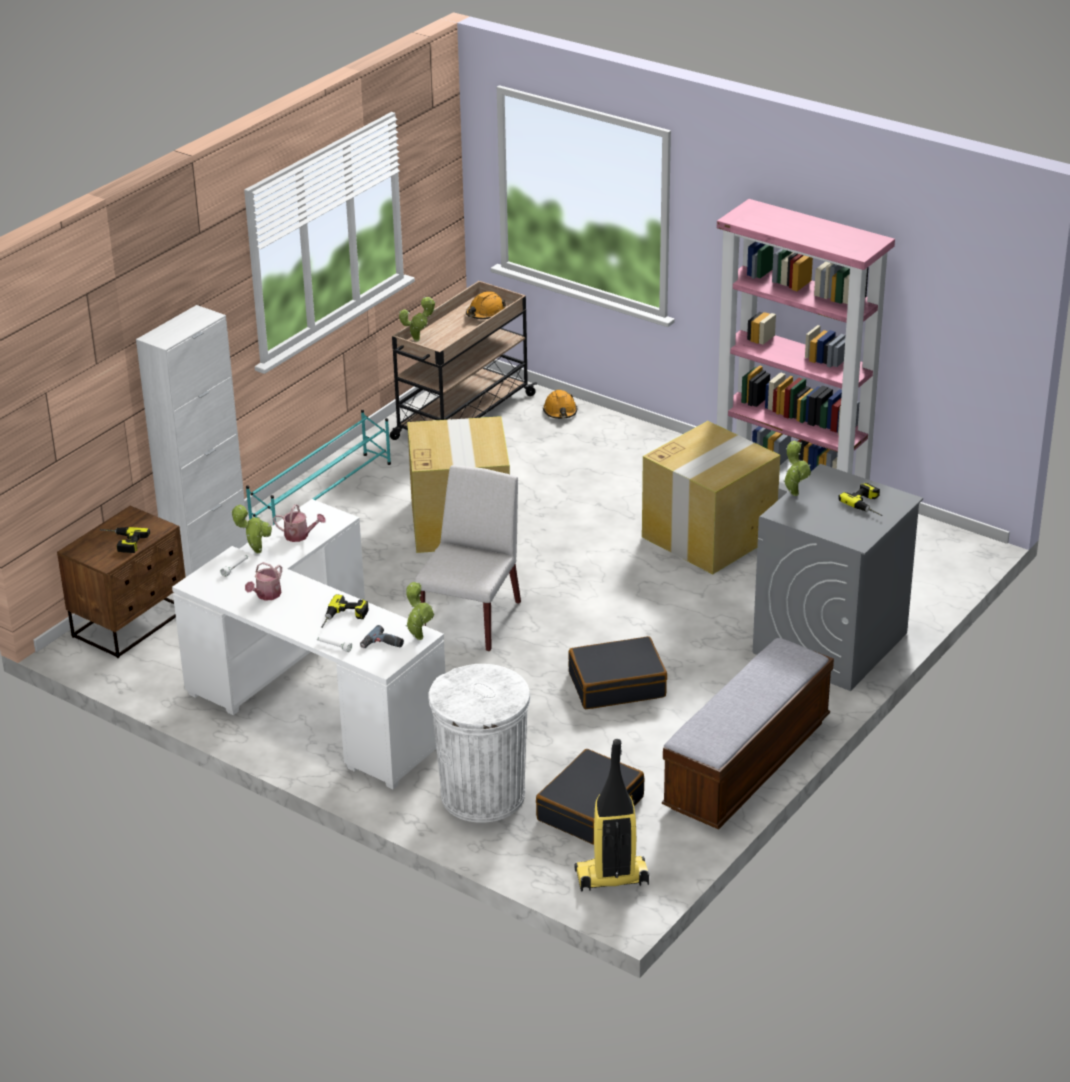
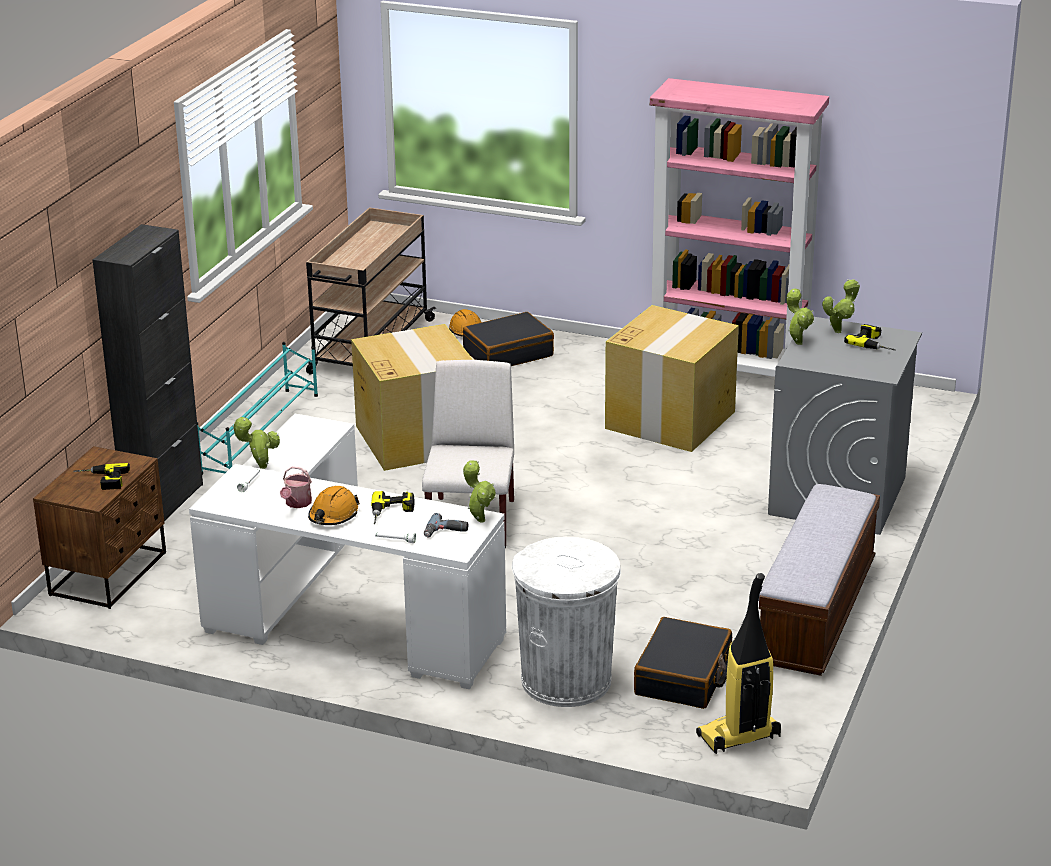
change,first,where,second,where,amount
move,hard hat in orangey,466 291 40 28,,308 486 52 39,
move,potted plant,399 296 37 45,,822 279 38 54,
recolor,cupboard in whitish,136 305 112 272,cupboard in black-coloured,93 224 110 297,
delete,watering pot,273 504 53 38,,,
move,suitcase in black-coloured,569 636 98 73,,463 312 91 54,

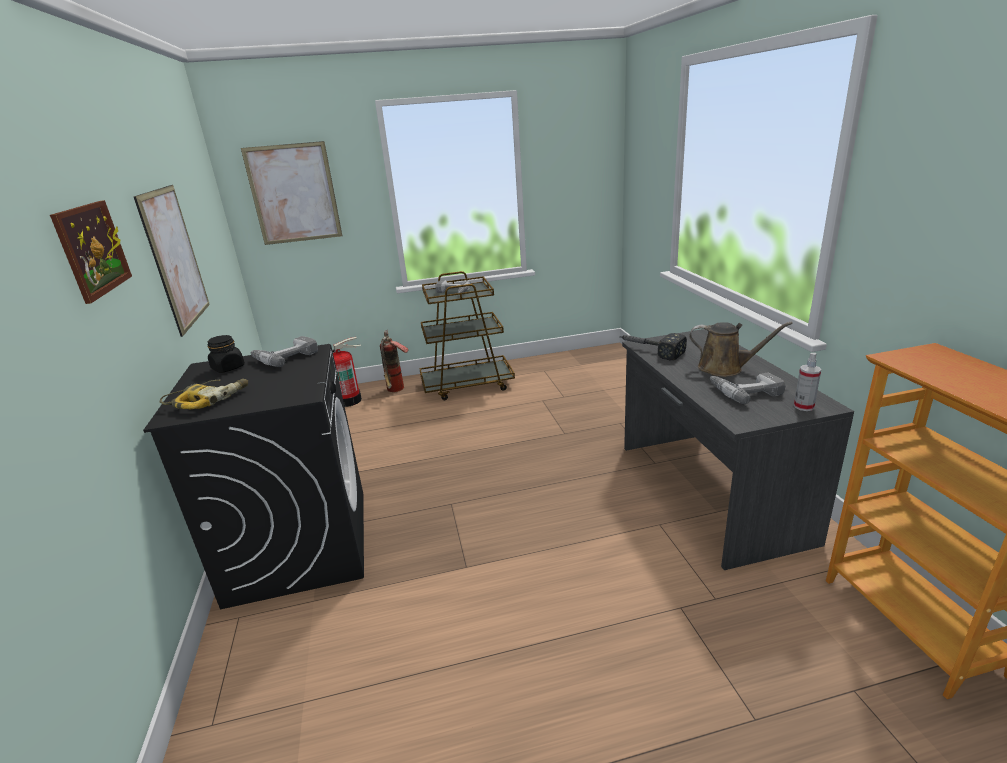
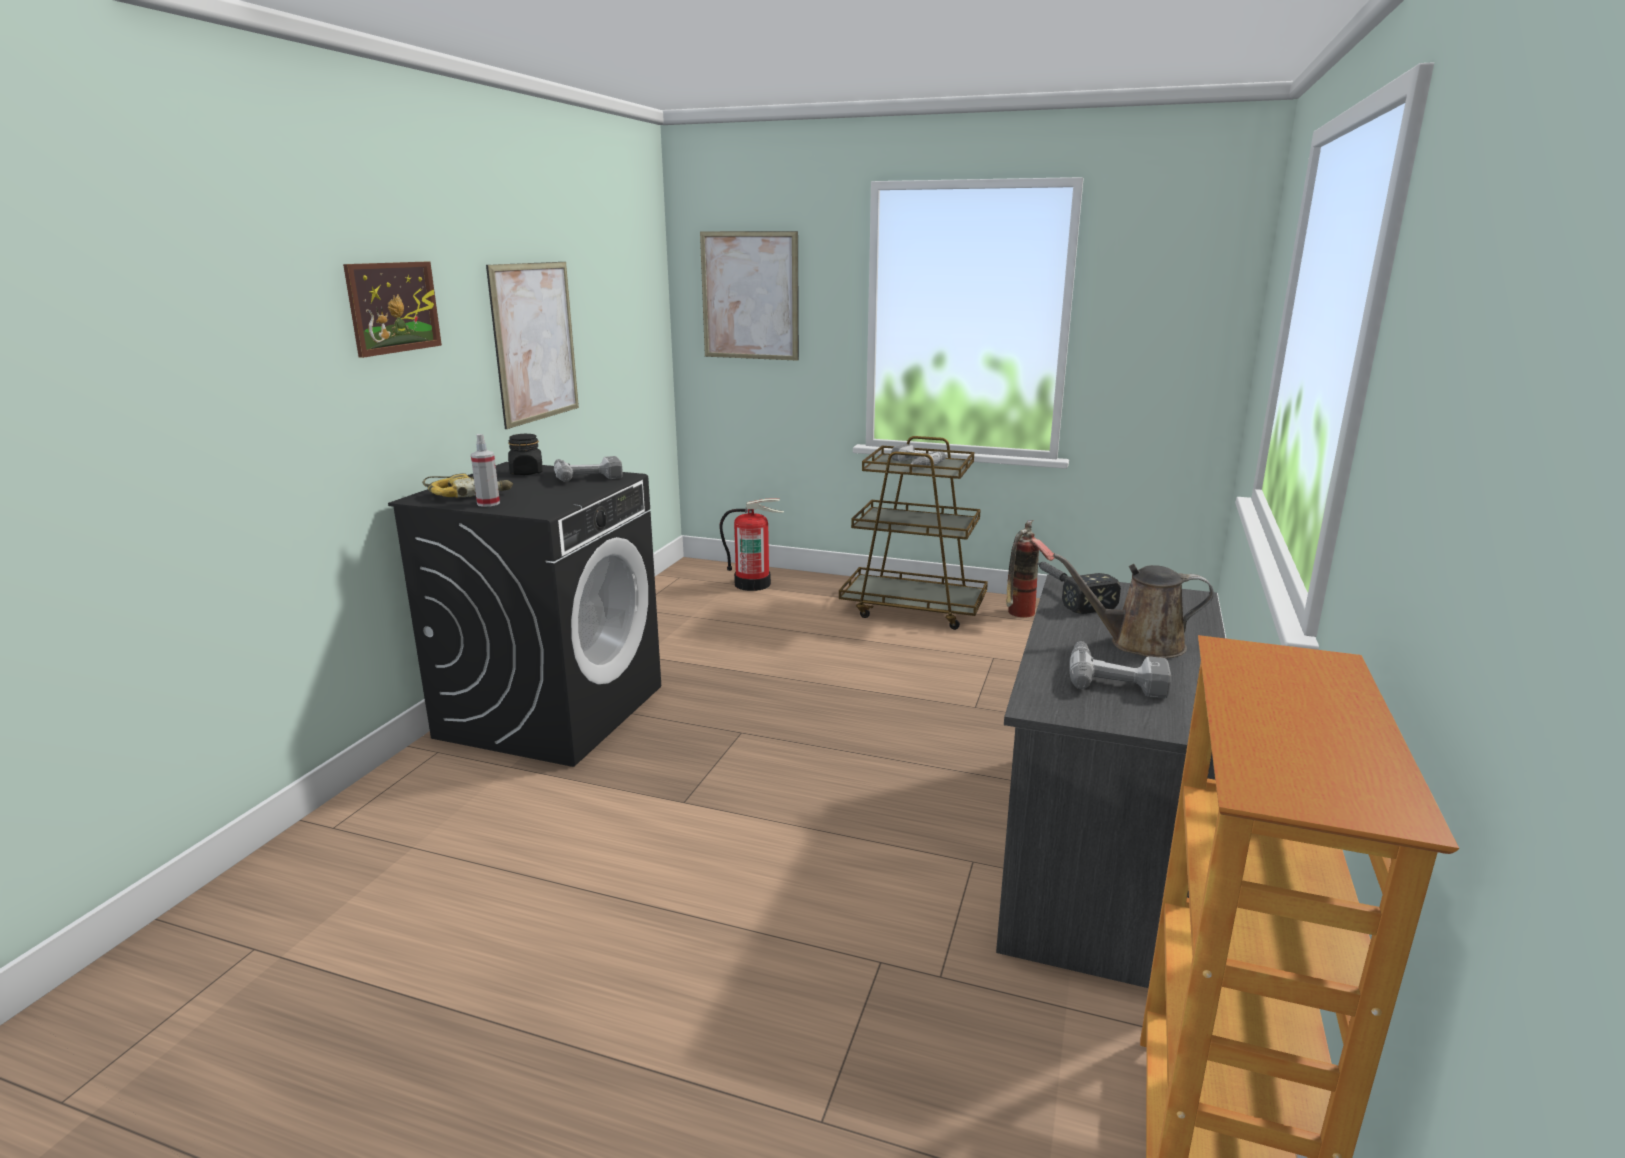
change,first,where,second,where,amount
rotate,watering pot in brownish,689 322 103 55,,1053 553 161 105,135 degrees clockwise
move,extinguisher,380 330 28 62,,1006 520 49 97,
move,sprayer,794 353 27 58,,471 434 29 73,

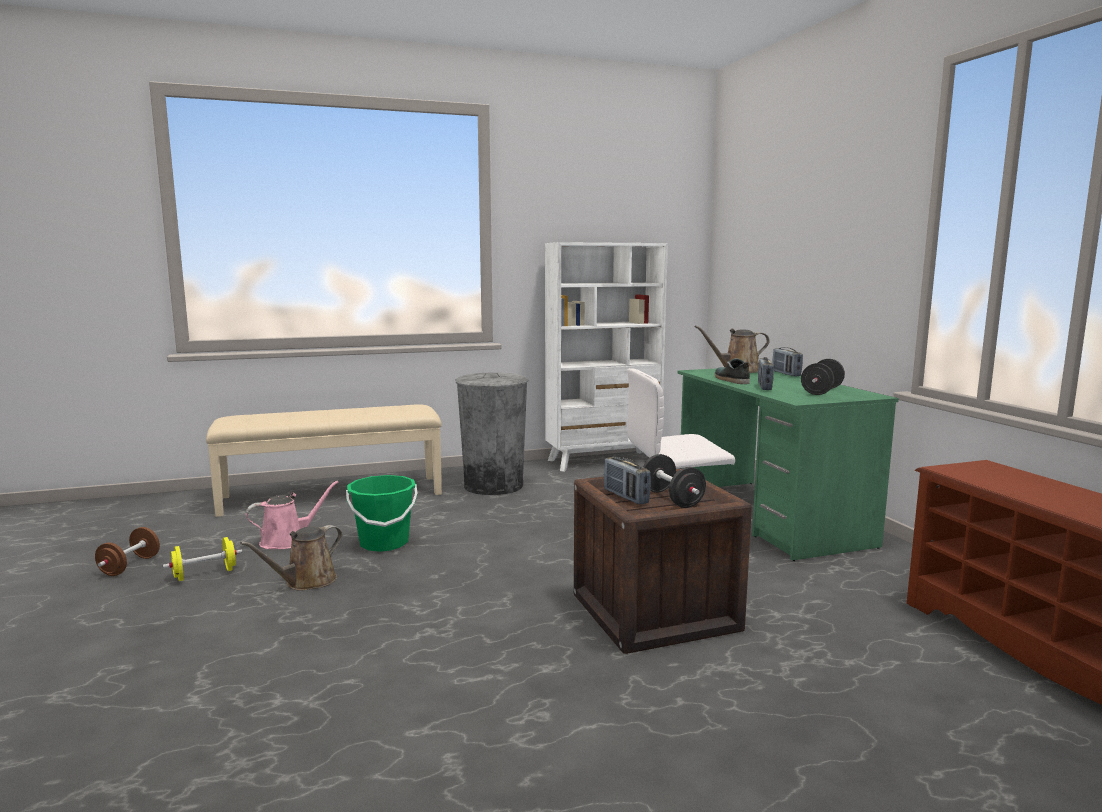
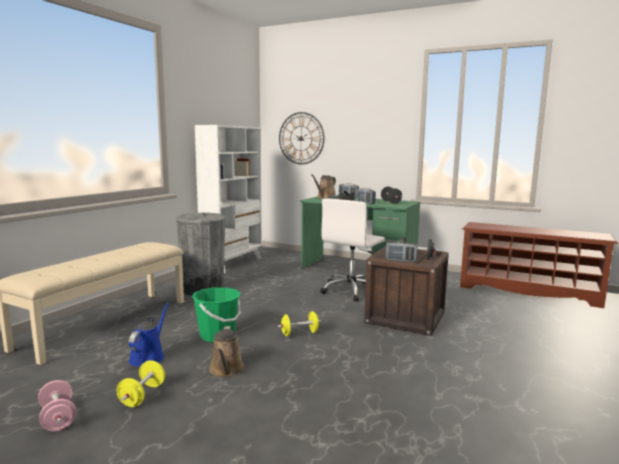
change,first,where,second,where,amount
recolor,watering pot in pink,246 481 93 68,watering pot in bluish,129 302 40 65,
recolor,dumbbell in brownish,95 527 65 49,dumbbell in pink,38 380 38 51,
insert,,,wall clock,279 112 46 52,
insert,,,dumbbell in yellow,278 311 43 26,

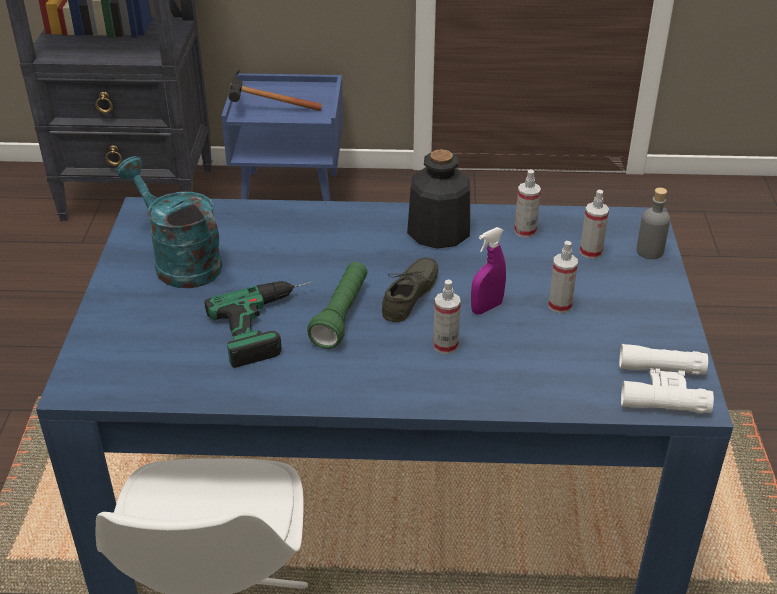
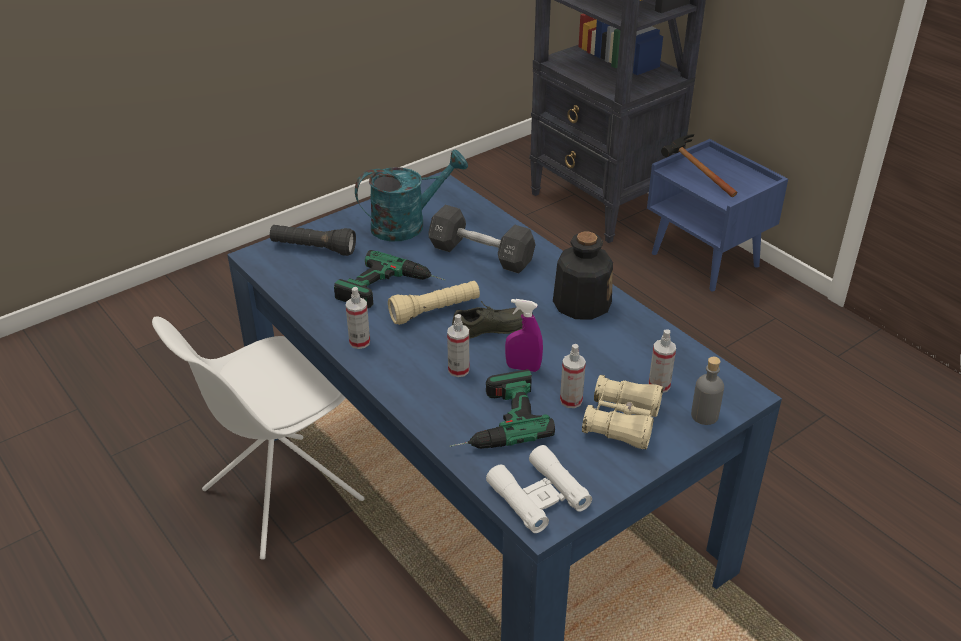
change,first,where,second,where,amount
rotate,watering pot in blue-green,116 156 106 132,,355 150 113 91,60 degrees clockwise
move,sprayer,514 170 27 68,,345 287 25 62,
recolor,torch in greenish,307 262 60 87,torch in sand-coloured,388 281 92 44,
insert,,,dumbbell in black-coloured,428 205 107 69,
insert,,,torch in black-coloured,270 225 86 31,
insert,,,power drill,449 369 106 80,
insert,,,field glasses in sand-coloured,582 375 81 74,

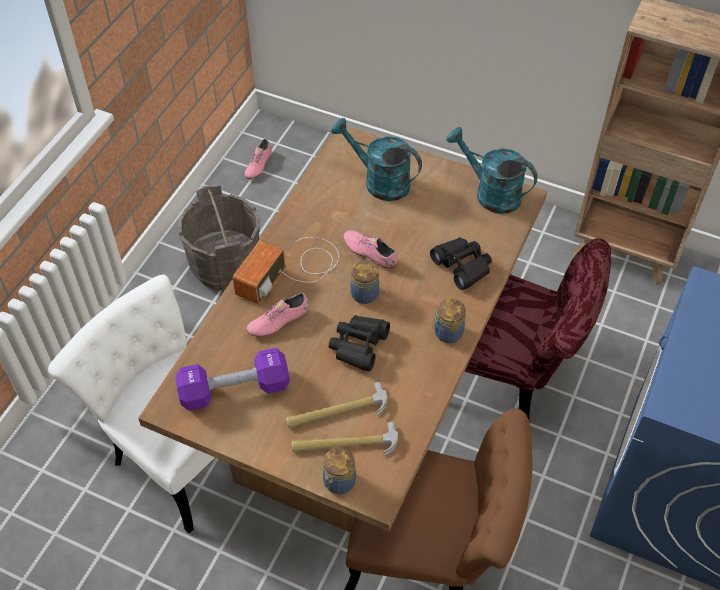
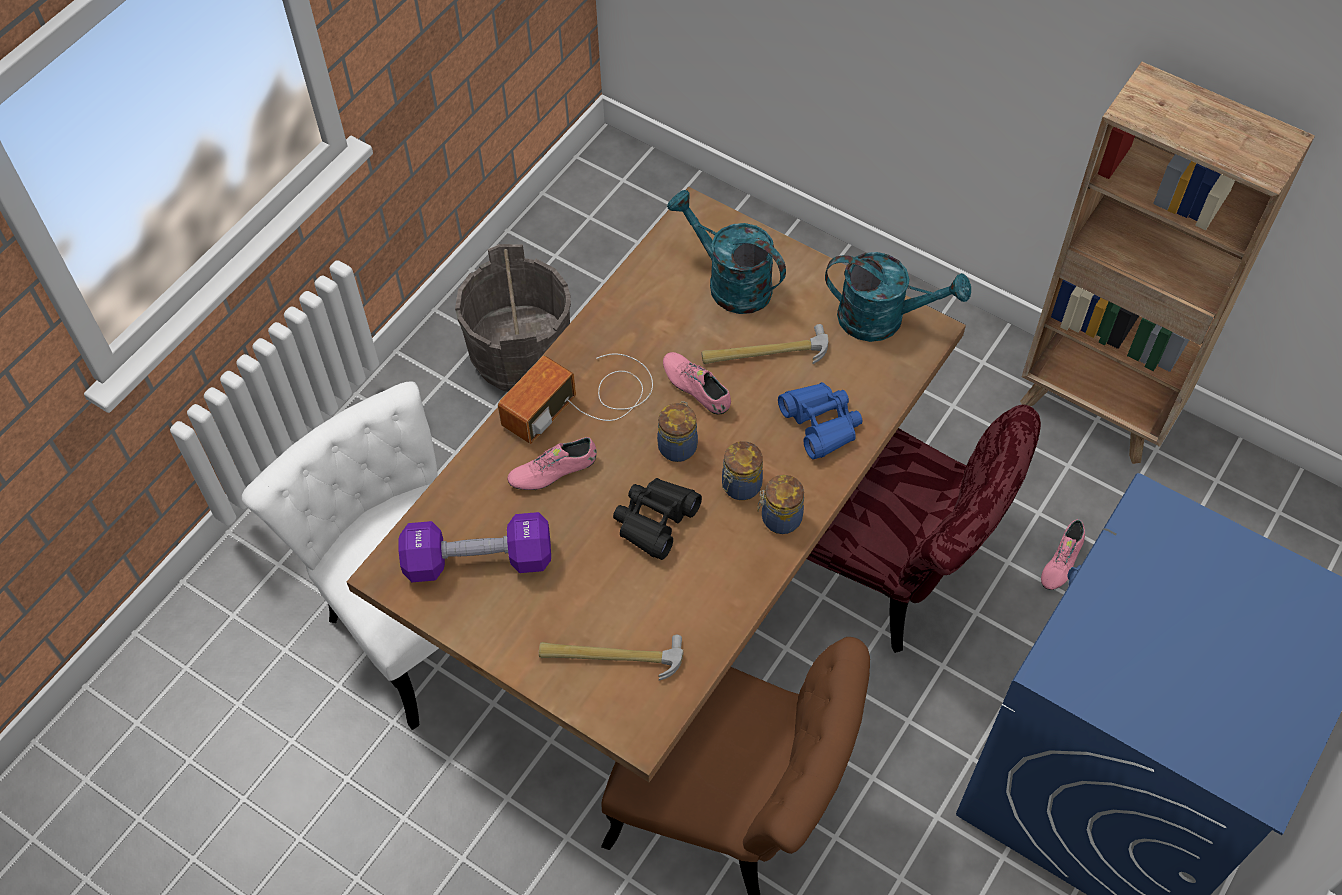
change,first,where,second,where,amount
rotate,watering pot in blue-green,446 127 92 87,,825 252 146 90,150 degrees clockwise
move,item of footwear in pink,245 139 27 40,,1041 519 44 71,
recolor,field glasses in black-coloured,430 237 62 53,field glasses in bluish,778 382 84 78,
move,hammer,286 382 101 46,,702 324 126 40,
move,storage jar,323 447 33 47,,722 441 41 59,

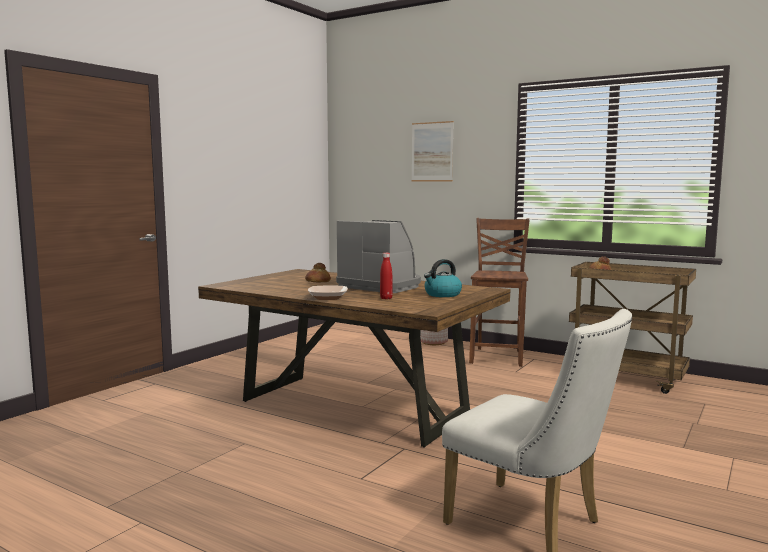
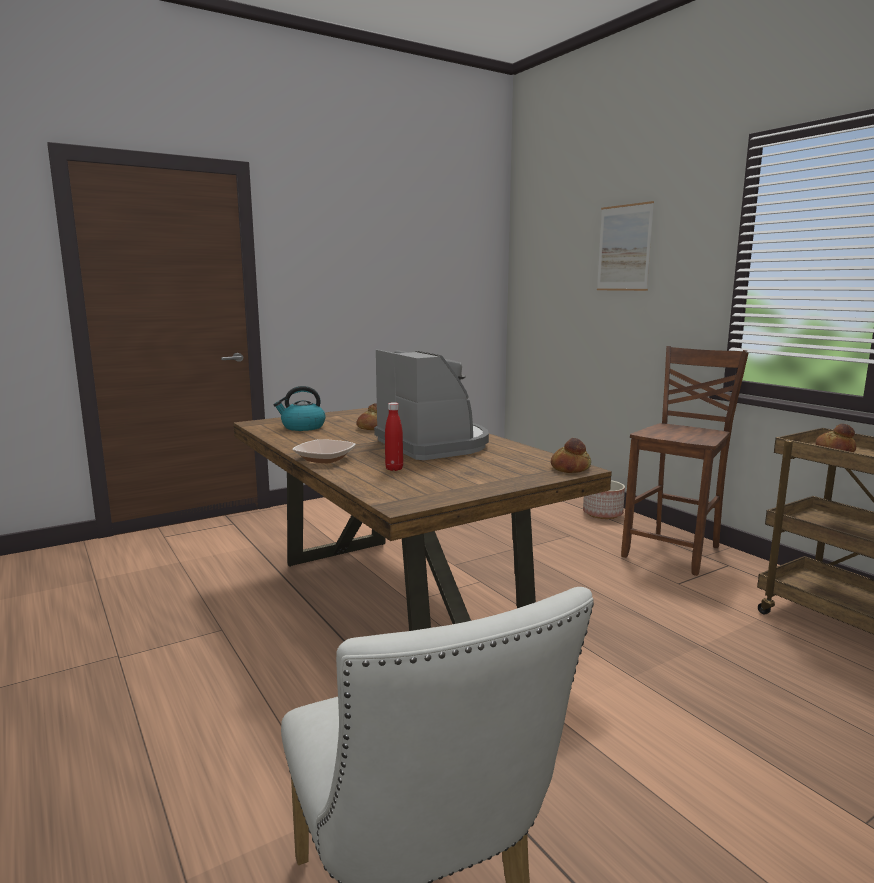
change,first,where,second,where,amount
move,tea kettle,424 259 38 38,,273 386 53 45,
insert,,,bakery bread,551 438 40 35,

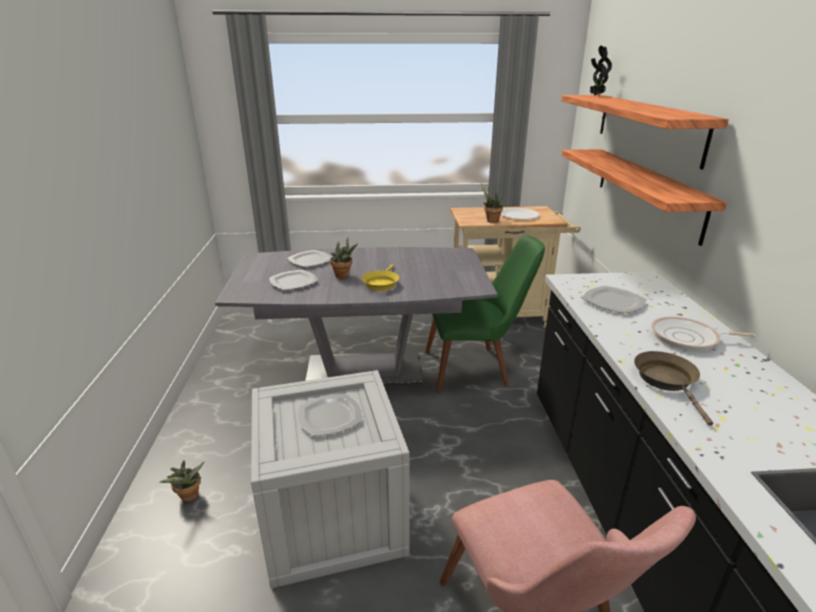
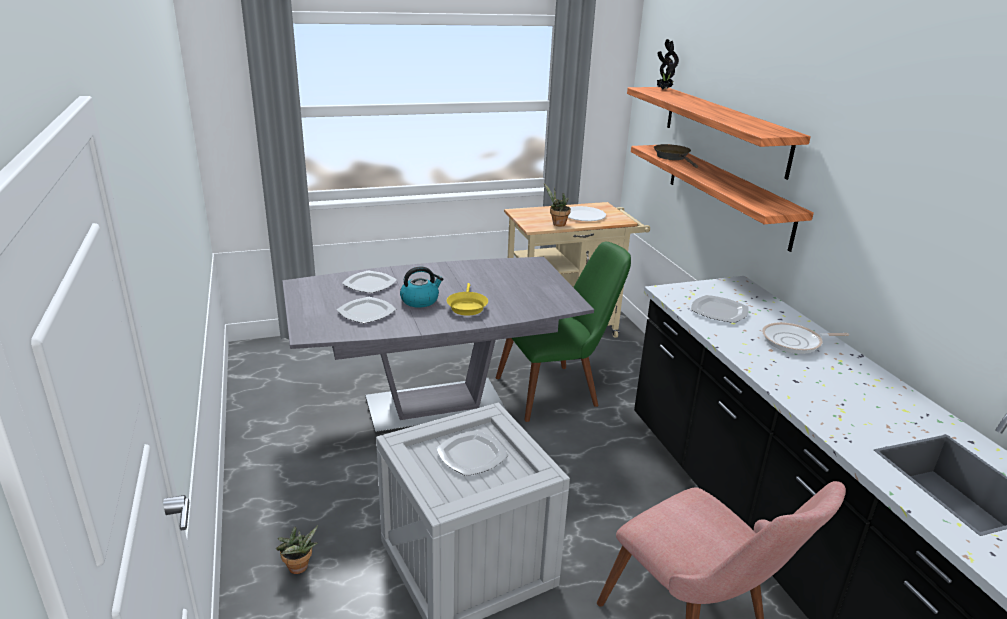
change,first,where,second,where,amount
replace,potted plant,330 238 28 40,tea kettle,400 266 44 42,
move,frying pan in brownish,634 351 79 75,,654 144 44 24,

